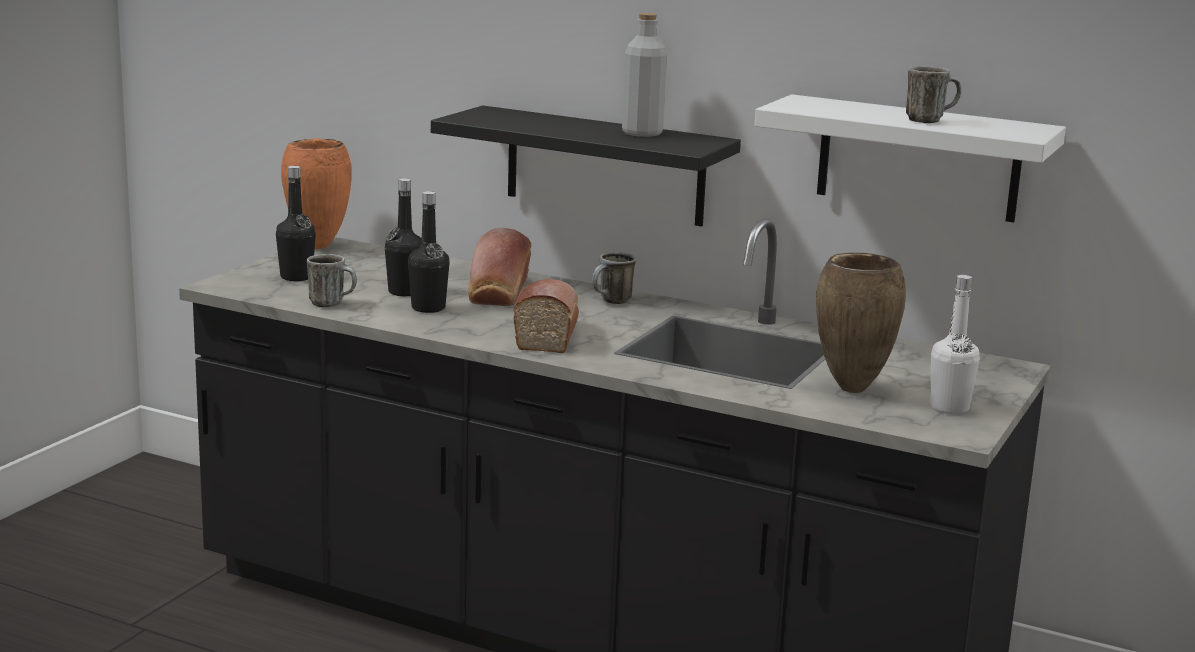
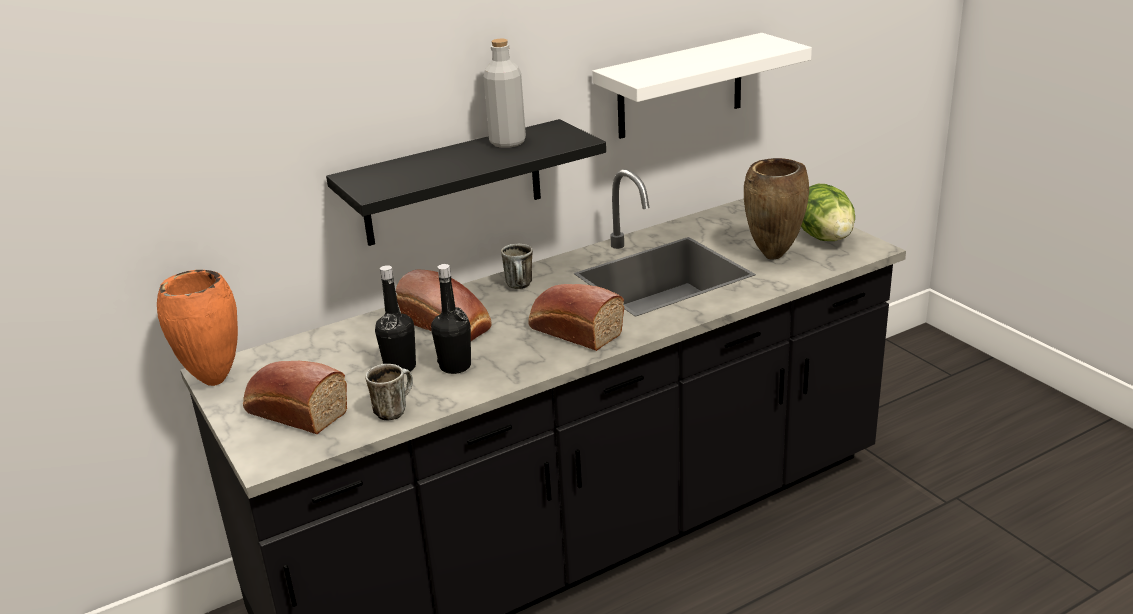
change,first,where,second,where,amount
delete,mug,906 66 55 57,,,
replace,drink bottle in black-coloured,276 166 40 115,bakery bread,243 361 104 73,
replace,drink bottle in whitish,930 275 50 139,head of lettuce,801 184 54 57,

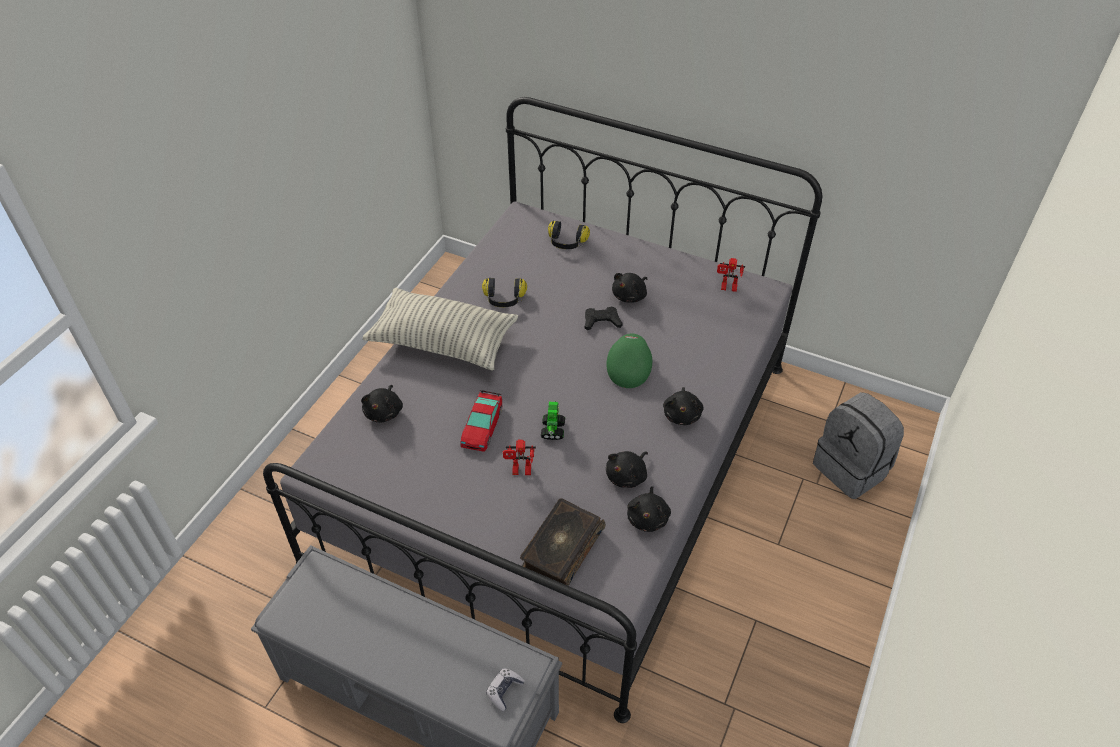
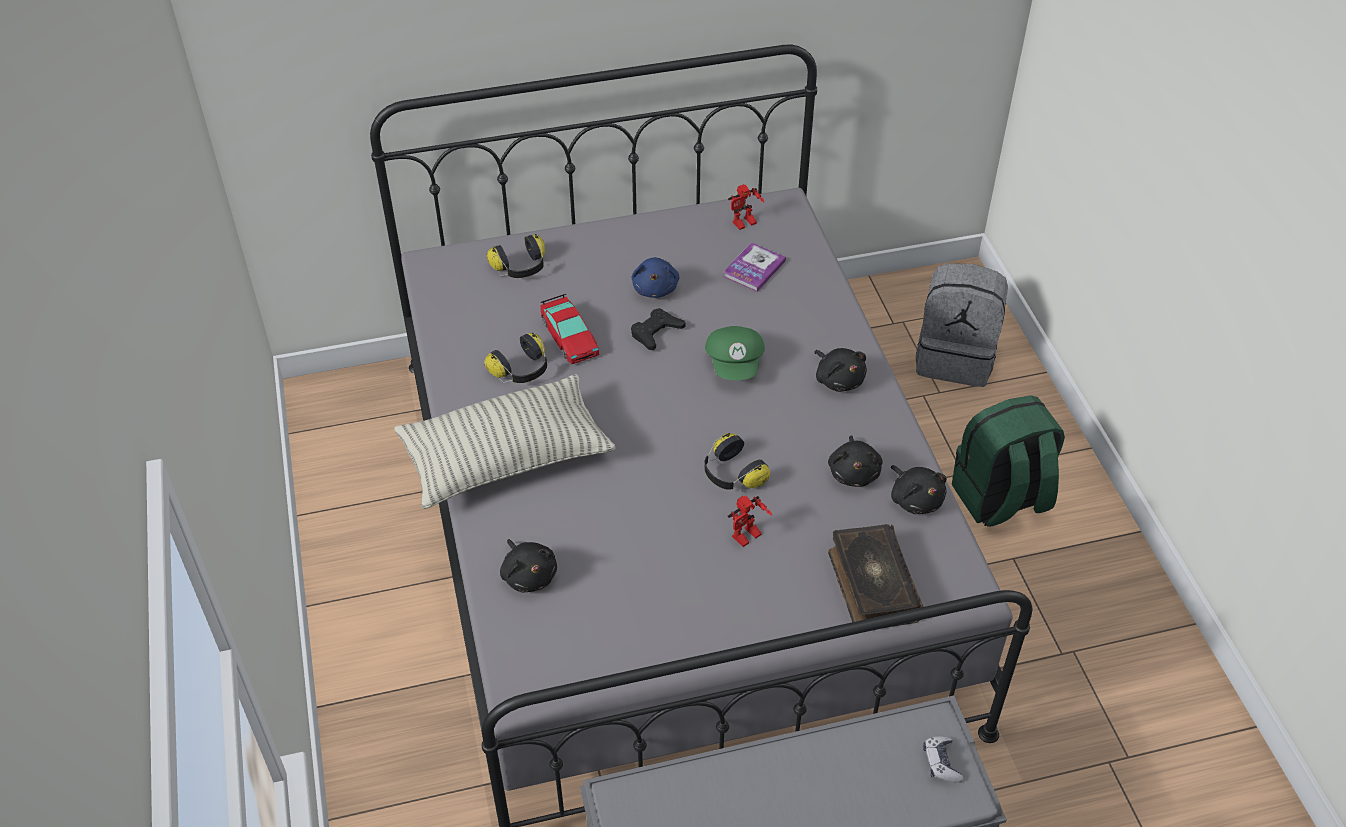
change,first,where,second,where,amount
recolor,plush toy in black-coloured,612 273 36 30,plush toy in bluish,632 257 47 41,
rotate,baseball cap in greenish,607 334 45 54,,705 326 60 54,150 degrees counterclockwise
move,model car,460 390 42 62,,540 294 59 70,
replace,robot figure,541 401 24 39,headphones,705 433 65 59,
insert,,,book,723 242 63 50,
insert,,,backpack in greenish,952 395 113 132,

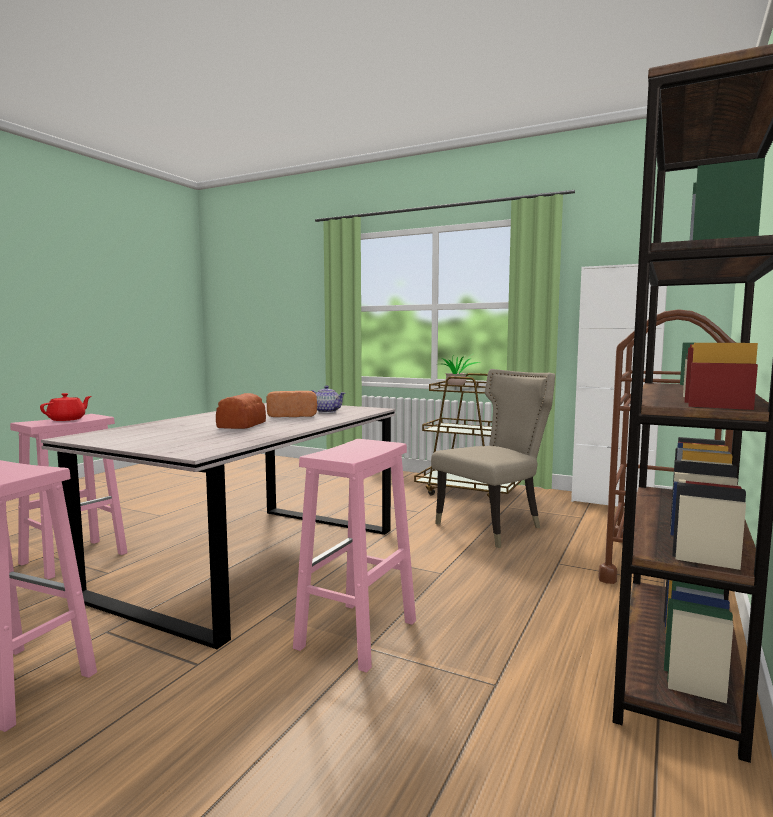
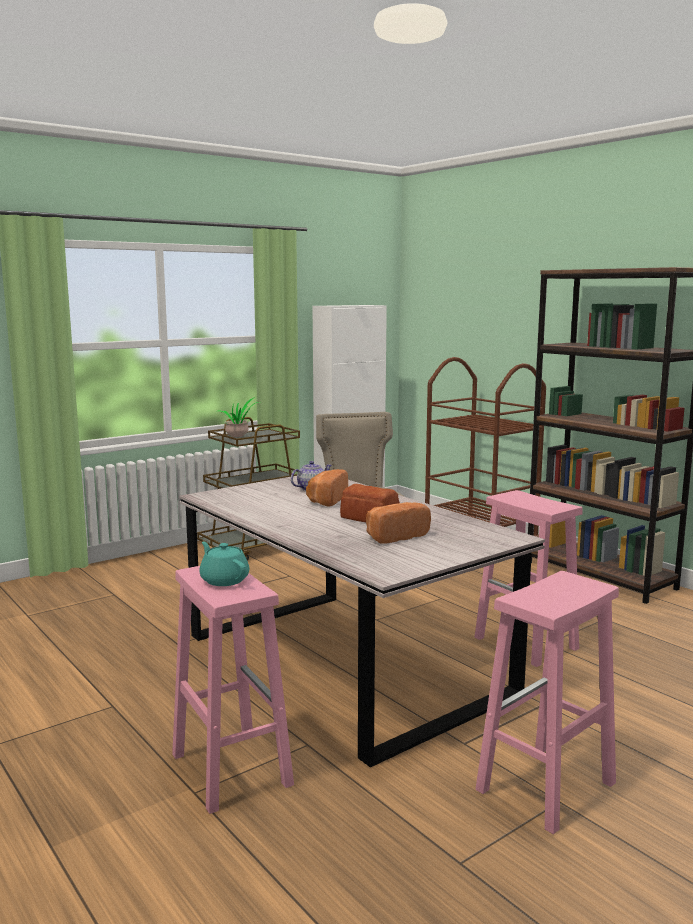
change,first,where,second,where,amount
recolor,teapot in reddish,40 393 51 28,teapot in blue-green,199 541 50 45,
insert,,,bakery bread,366 502 65 42,

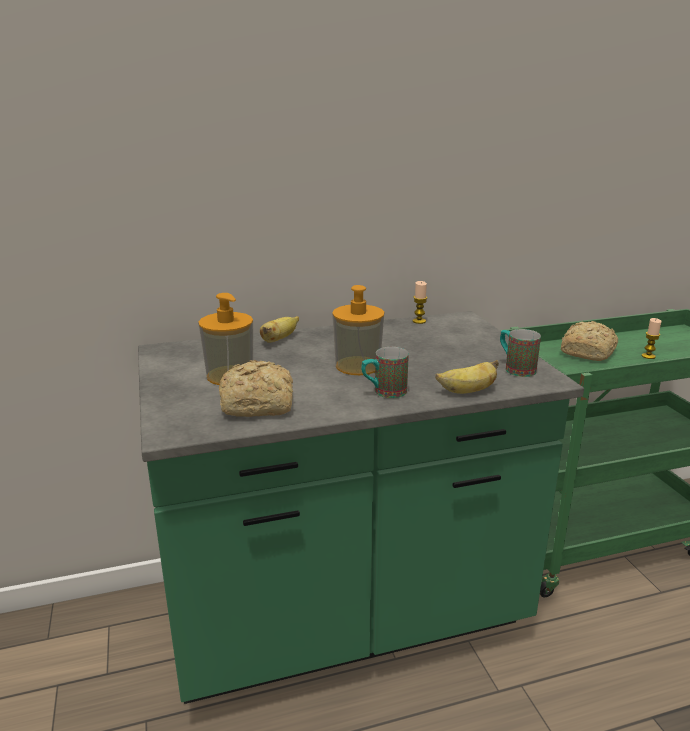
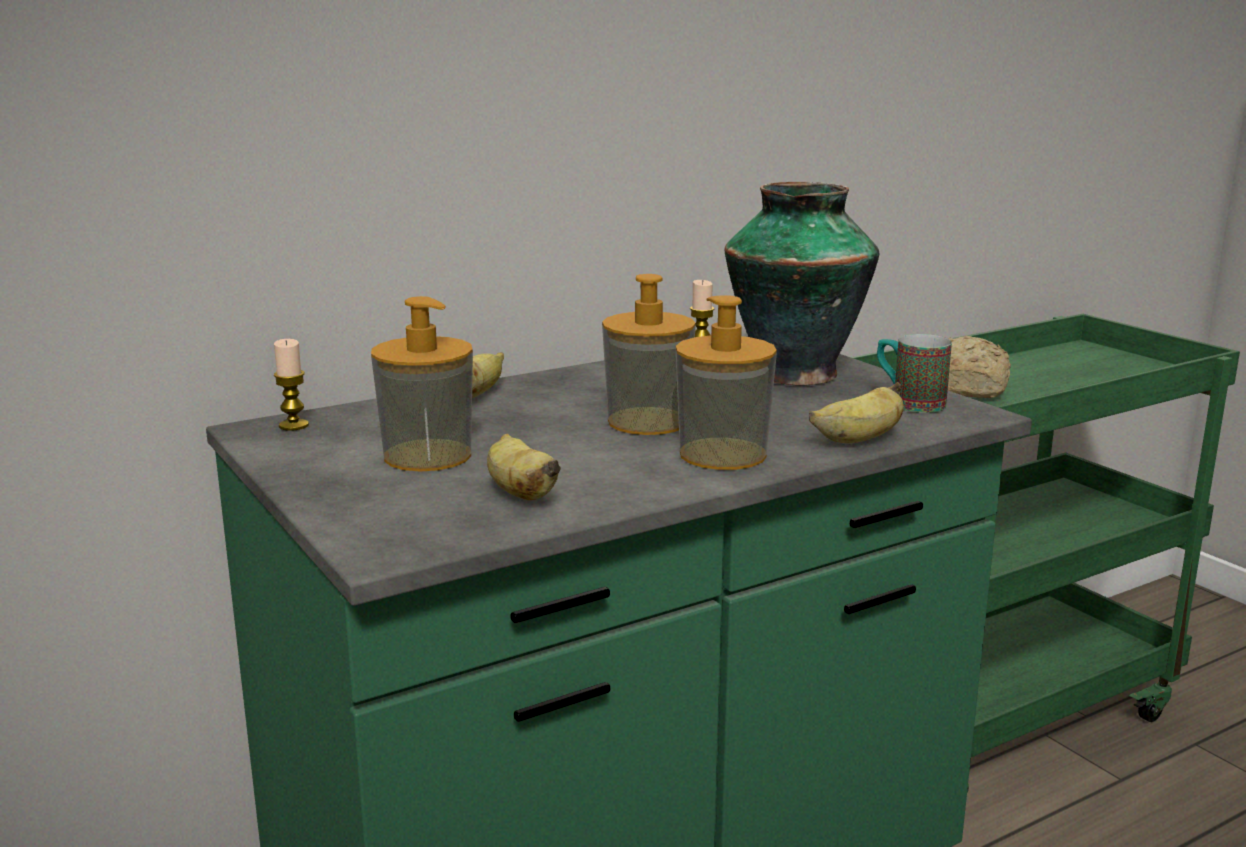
change,first,where,second,where,amount
move,candle,642 318 20 41,,274 339 35 92,
replace,mug,361 347 48 51,liquid soap bottle,676 295 101 175,
replace,bakery bread,219 360 74 57,whole banana,487 434 74 66,
insert,,,flower vase,724 182 156 203,

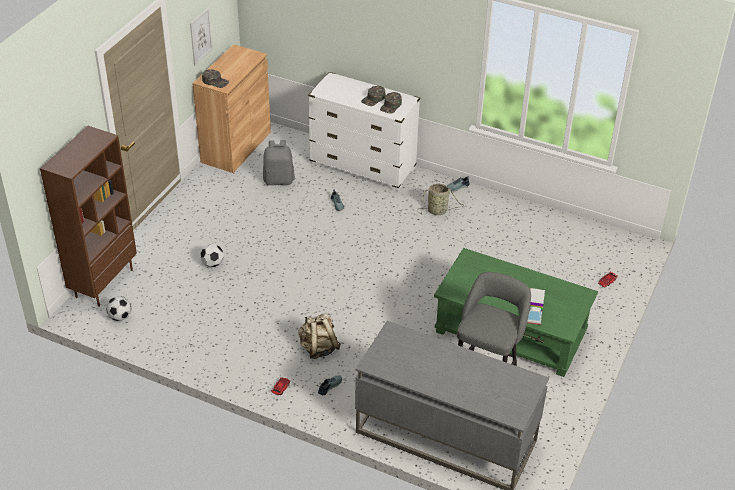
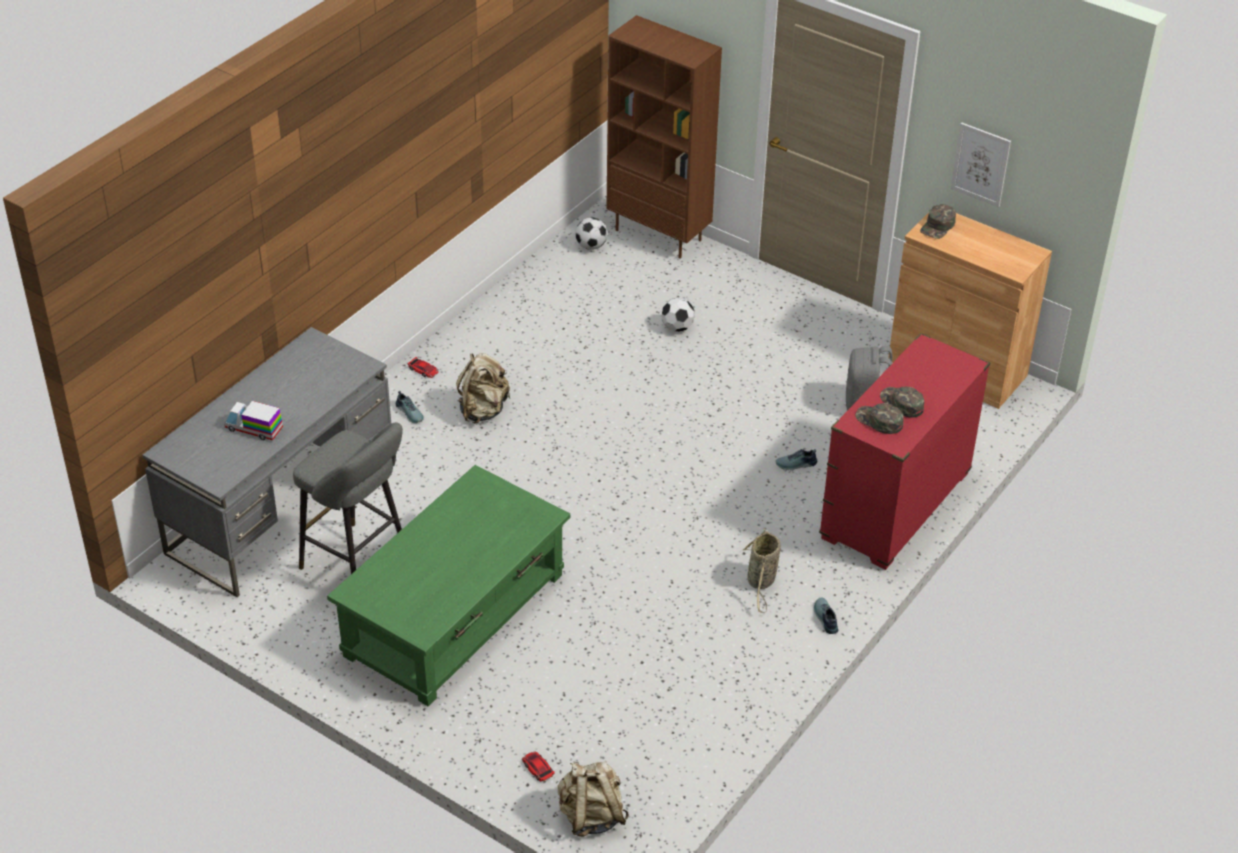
change,first,where,second,where,amount
recolor,drawer chest in whitish,308 72 112 119,drawer chest in reddish,819 333 171 237,
move,model truck,527 288 18 37,,224 401 59 39,
insert,,,backpack in sand-coloured,558 761 71 76,

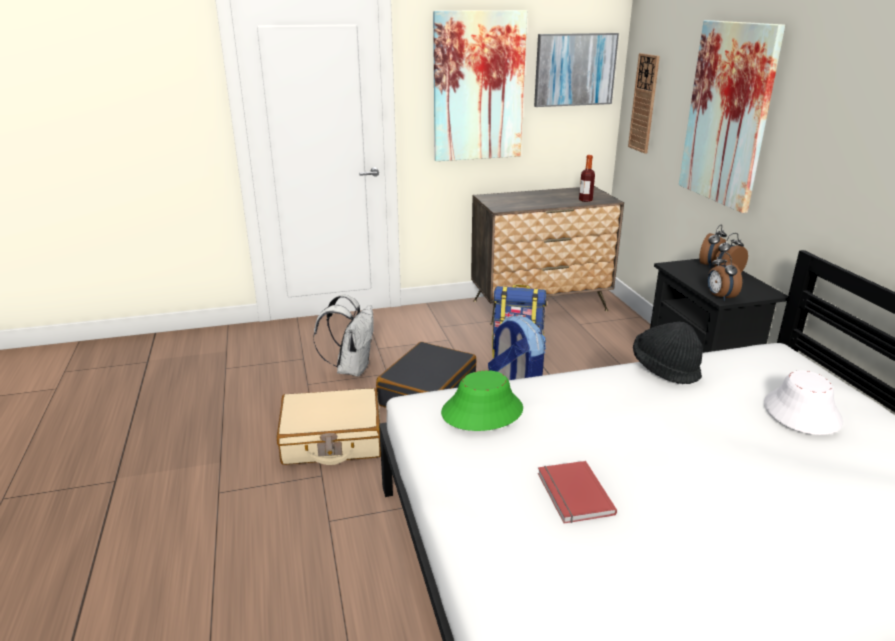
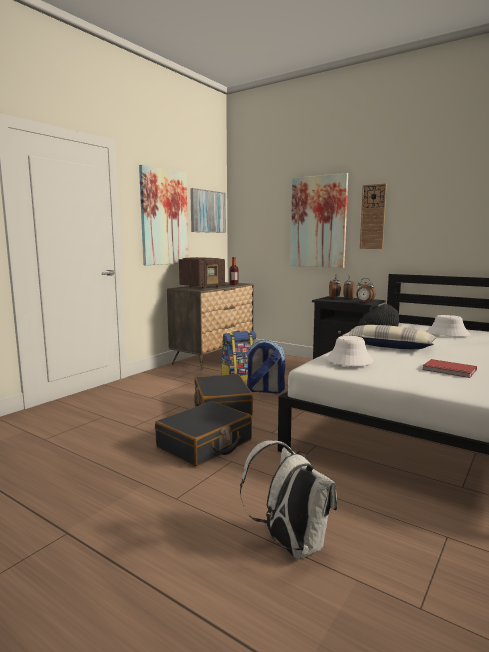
change,first,where,second,where,amount
move,wall clock,628 53 32 100,,360 183 27 66,
move,backpack in whitish,313 294 61 83,,240 440 97 119,
recolor,hat in greenish,441 370 82 61,hat in whitish,327 336 46 30,
recolor,suitcase in sand-coloured,277 388 104 77,suitcase in black-coloured,155 401 97 65,
insert,,,radio receiver,179 257 46 32,
insert,,,cushion,342 325 95 24,

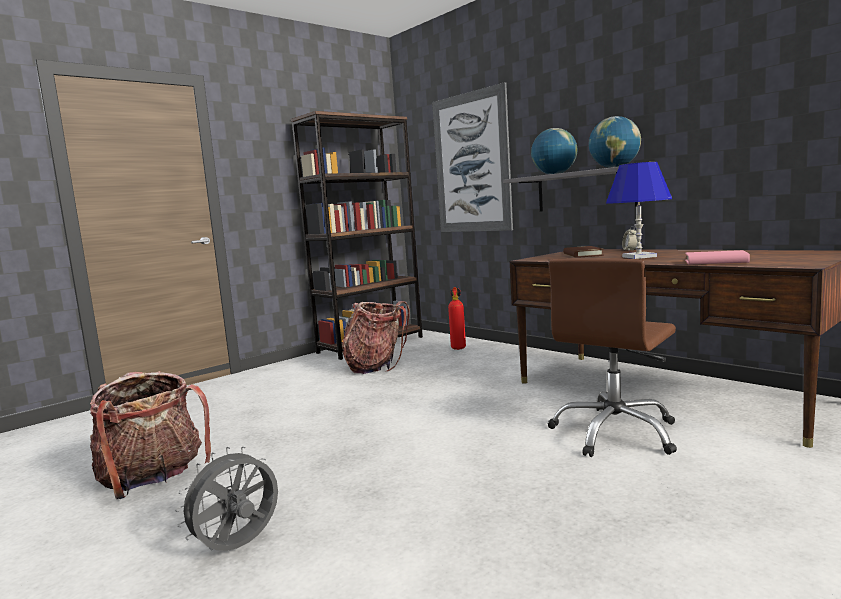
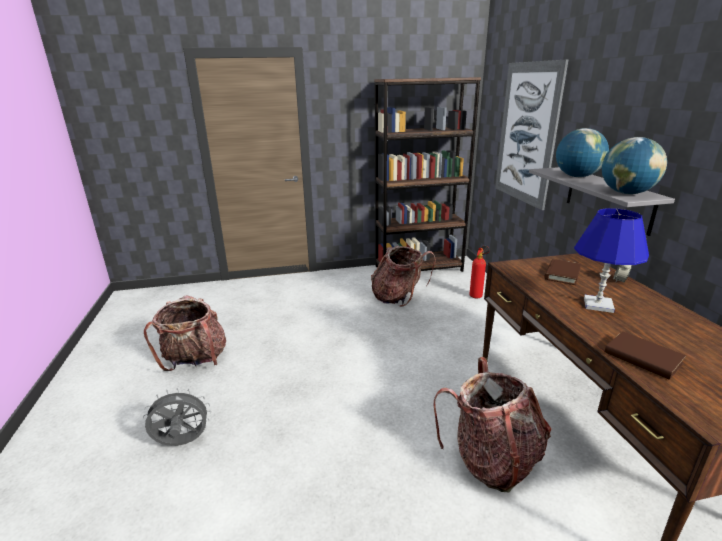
change,first,where,second,where,amount
recolor,book in pink,685 250 65 14,book in brownish,605 331 81 49,
replace,computer chair in brownish,547 258 130 199,backpack,433 357 119 135,

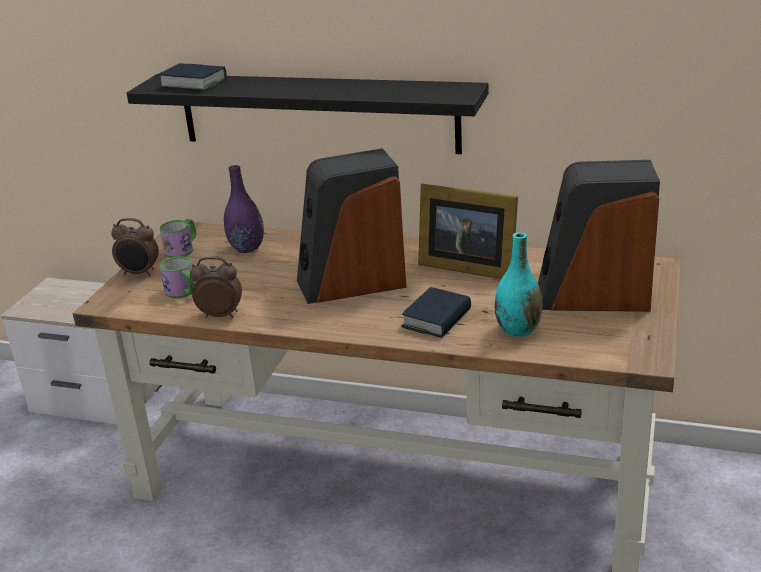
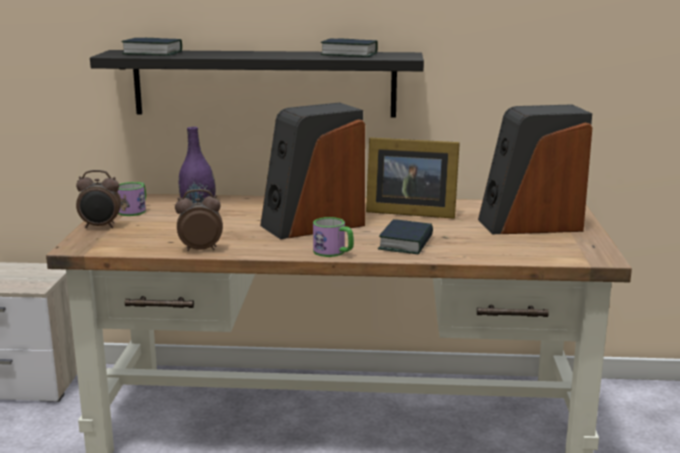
change,first,where,second,where,amount
delete,flower vase in blue-green,495 232 47 105,,,
move,mug,160 257 35 41,,313 217 41 40,
insert,,,book,321 38 57 19,

